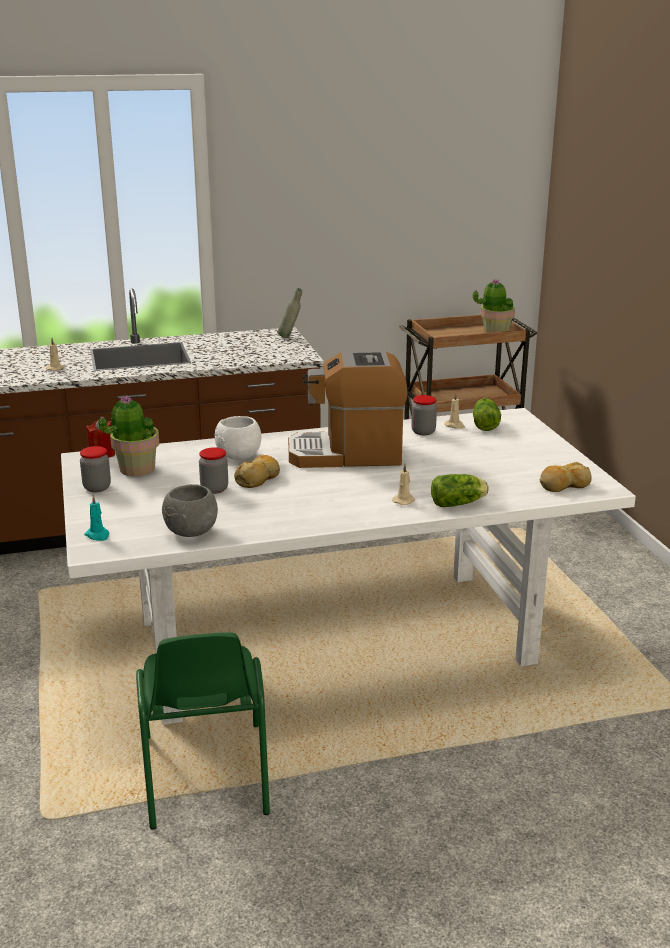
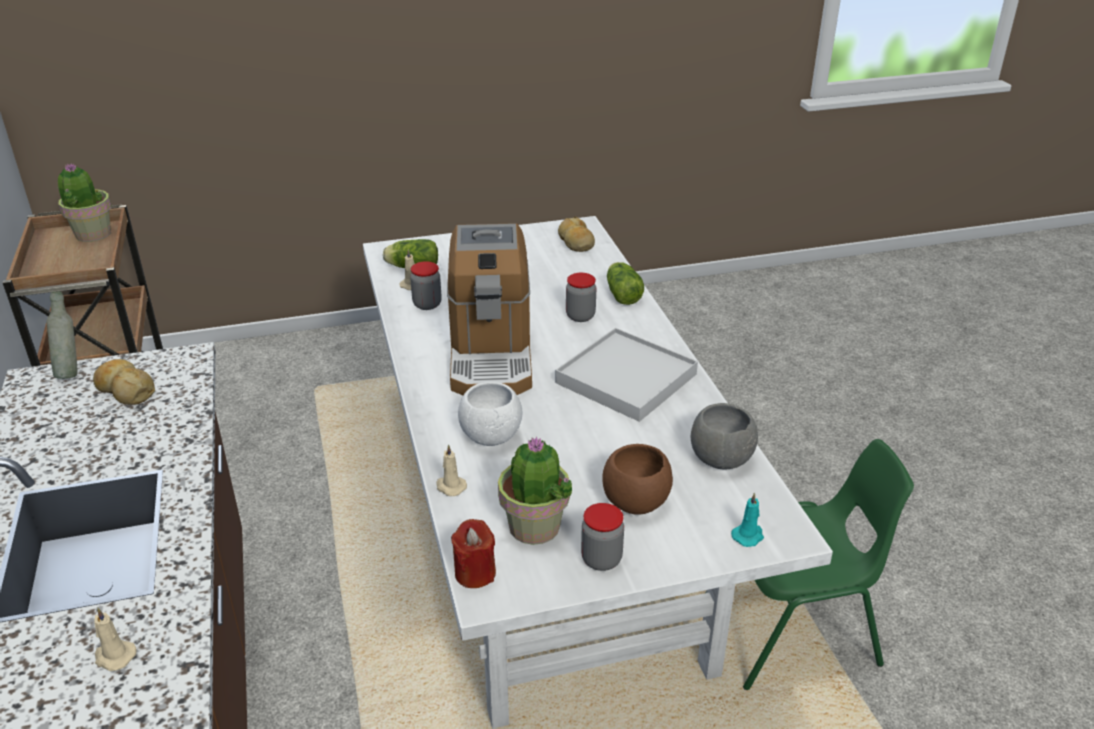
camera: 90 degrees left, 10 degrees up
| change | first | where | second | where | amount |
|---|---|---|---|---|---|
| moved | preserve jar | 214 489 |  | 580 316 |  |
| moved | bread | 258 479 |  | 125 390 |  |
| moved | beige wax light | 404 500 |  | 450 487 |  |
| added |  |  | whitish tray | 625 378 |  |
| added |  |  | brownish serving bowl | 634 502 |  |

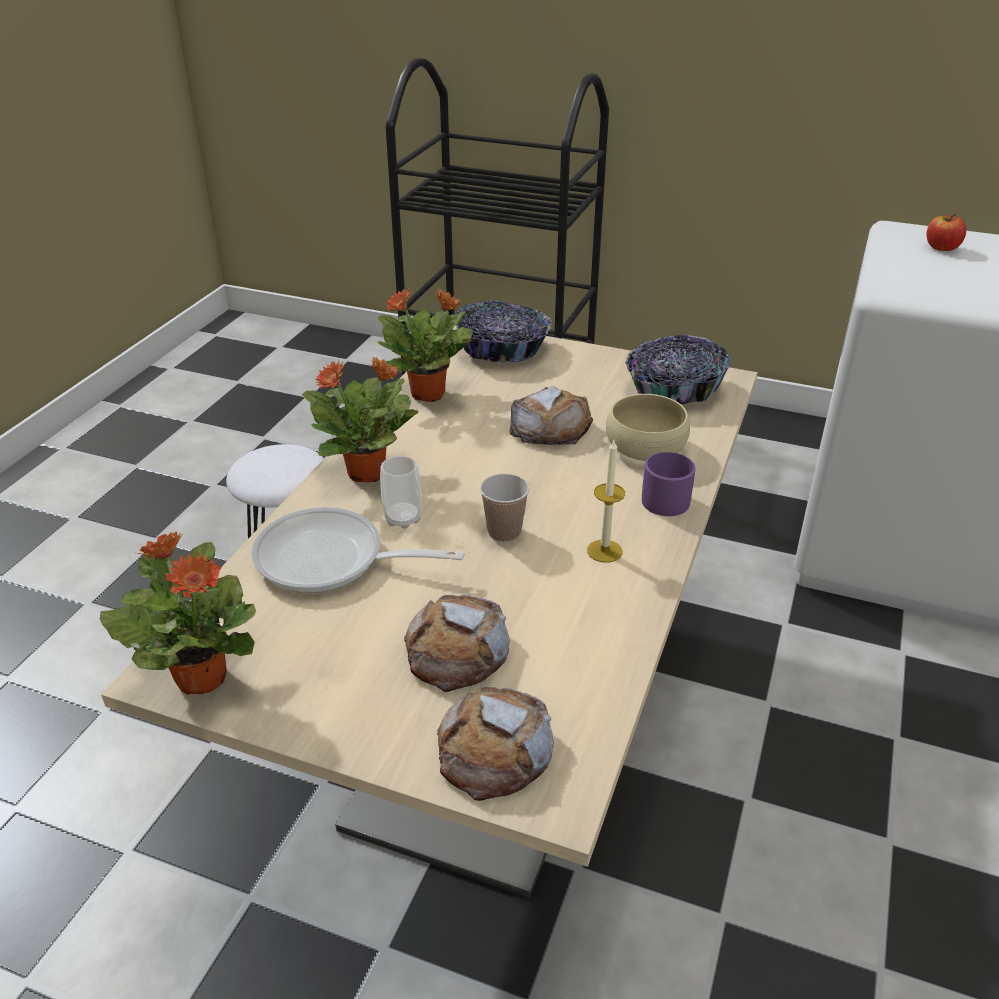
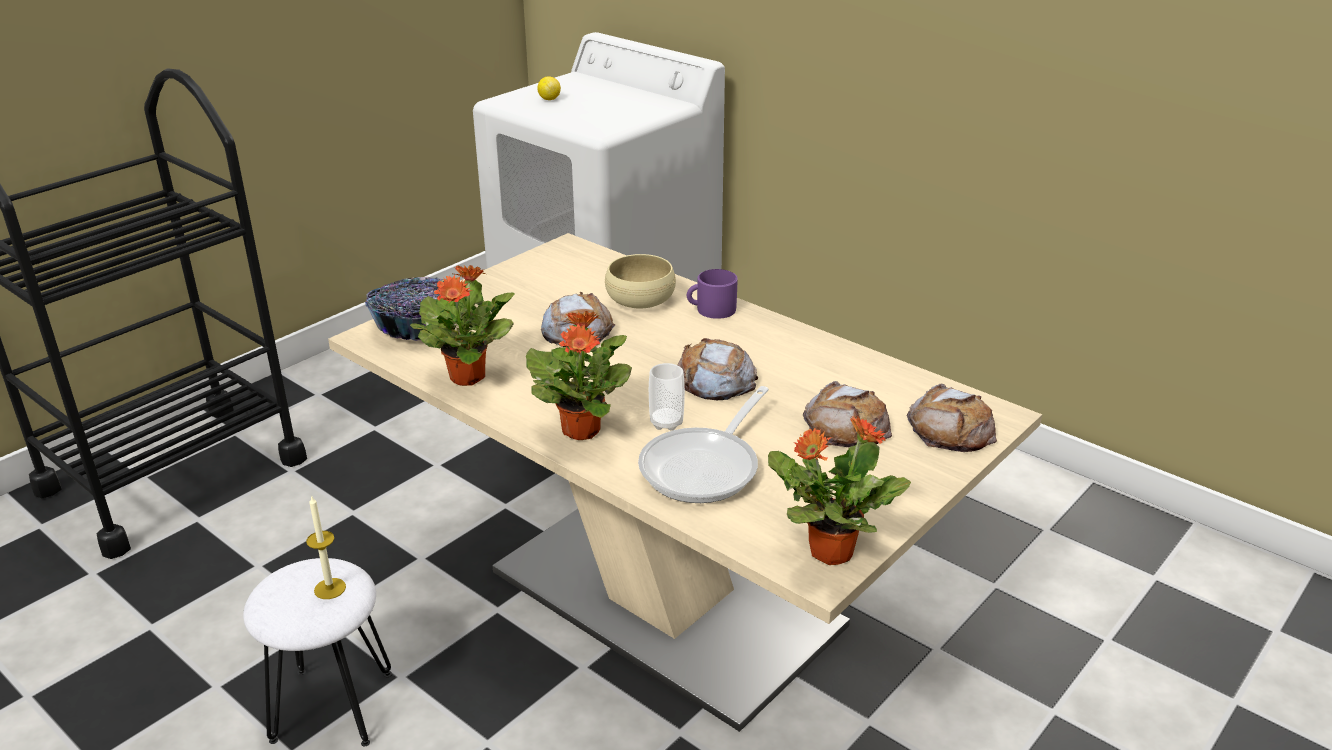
camera: 70 degrees left, 5 degrees down
| change | first | where | second | where | amount |
|---|---|---|---|---|---|
| replaced | apple fruit | 941 248 | citrus fruit | 549 99 |  |
| removed | serving bowl | 674 389 |  |  |  |
| moved | wax light | 604 551 |  | 330 588 |  |
| replaced | drinking cup | 504 532 | bread | 714 380 |  |

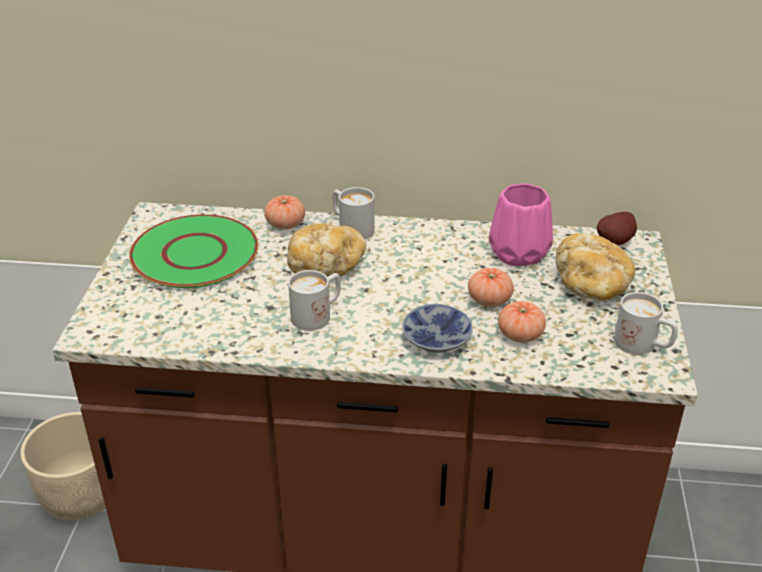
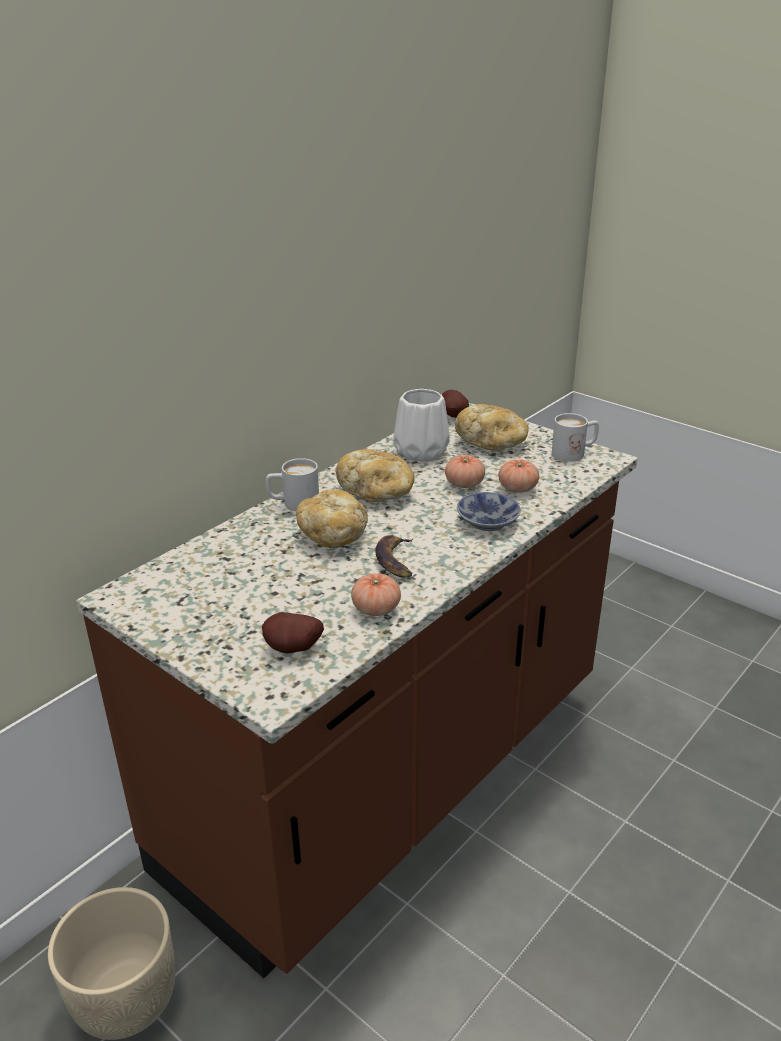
camera: 55 degrees left, 5 degrees down
| change | first | where | second | where | amount |
|---|---|---|---|---|---|
| recoloured | pink-coloured decorative vase | 519 253 | whitish decorative vase | 423 452 |  |
| moved | tomato | 285 224 |  | 376 608 |  |
| removed | green dinner plate | 196 253 |  |  |  |
| replaced | whitish mug | 318 315 | banana fruit | 396 560 |  |
| added |  |  | bread | 376 492 |  |
| added |  |  | potato | 293 650 |  |

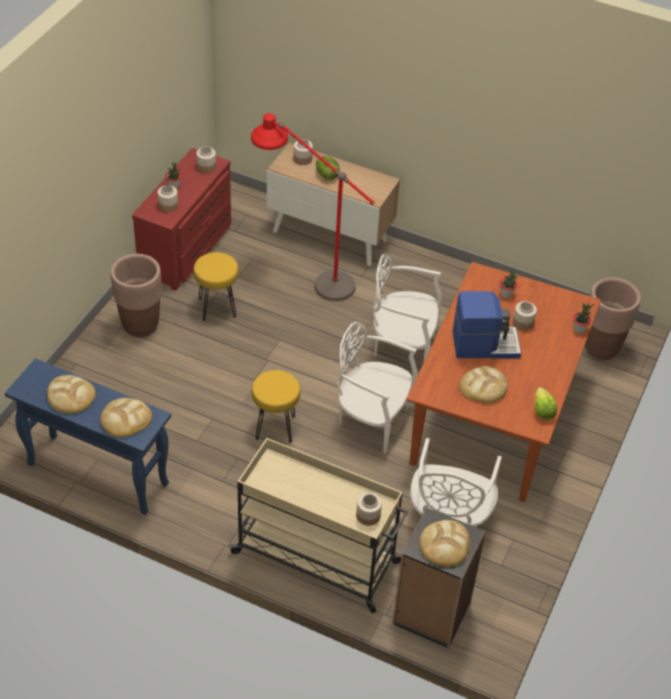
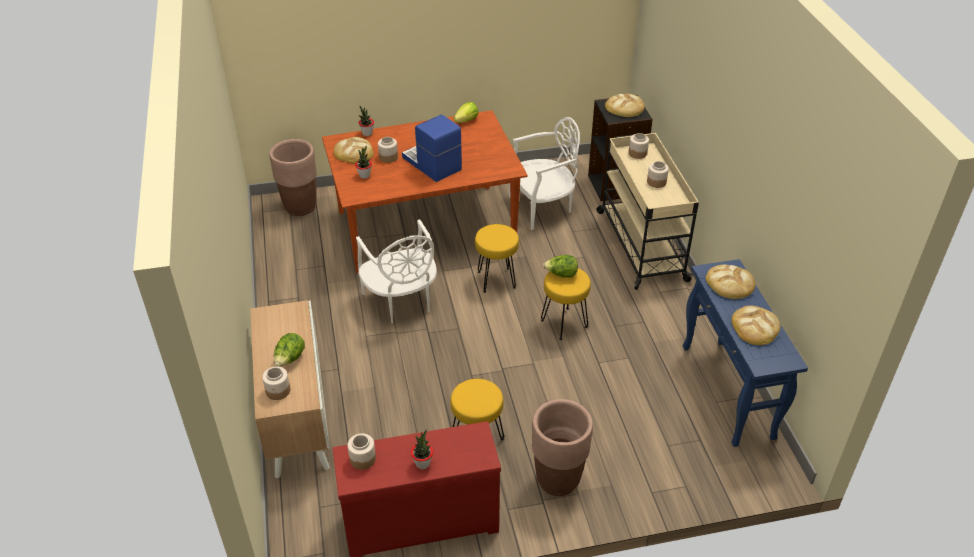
camera: 125 degrees left, 5 degrees down
| change | first | where | second | where | amount |
|---|---|---|---|---|---|
| removed | red-coloured standing lamp | 308 277 |  |  |  |
| moved | preserve jar | 168 205 |  | 656 182 |  |
| replaced | whitish upright chair | 372 418 | yellowish sitting stool | 496 280 |  |
| moved | bread | 483 387 |  | 354 153 |  |
| added |  |  | lettuce | 561 275 |  |

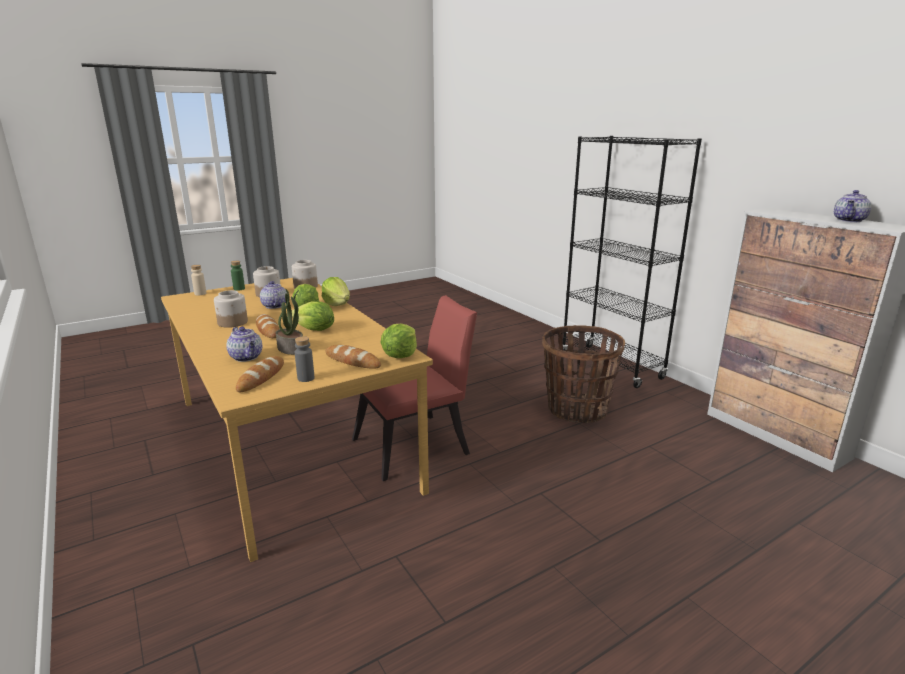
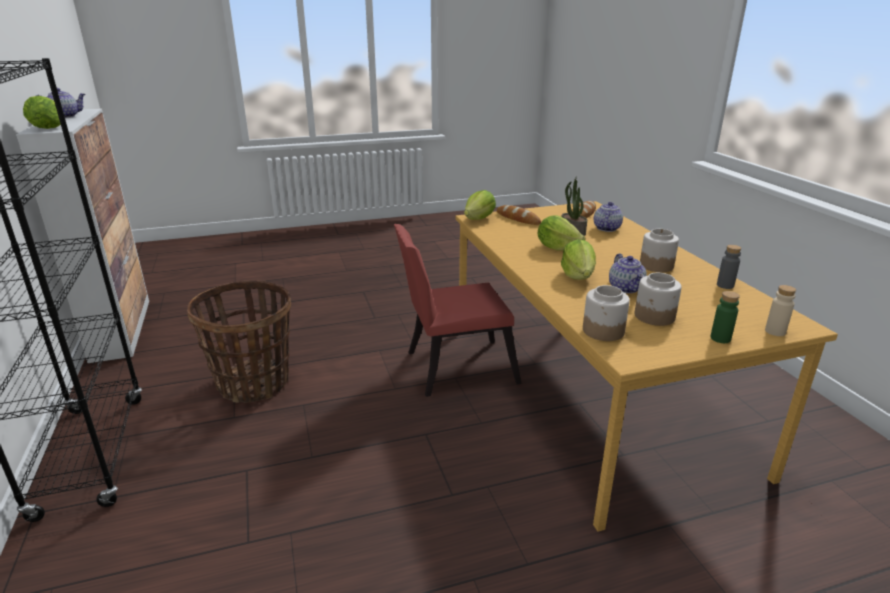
camera: 165 degrees left, 5 degrees up
| change | first | where | second | where | amount |
|---|---|---|---|---|---|
| moved | lettuce | 337 304 |  | 47 128 |  |
| removed | bread | 268 329 |  |  |  |
| turned | tea pot | 247 357 |  | 606 228 | 45 degrees clockwise |
| moved | greyish bottle | 306 378 |  | 725 285 |  |

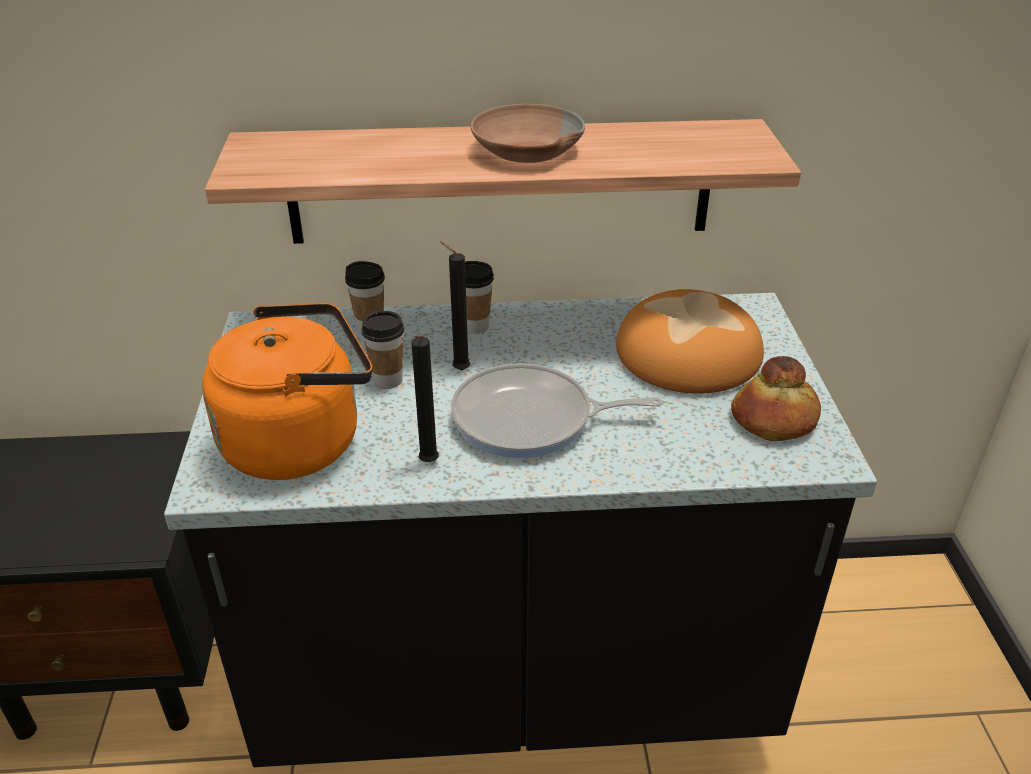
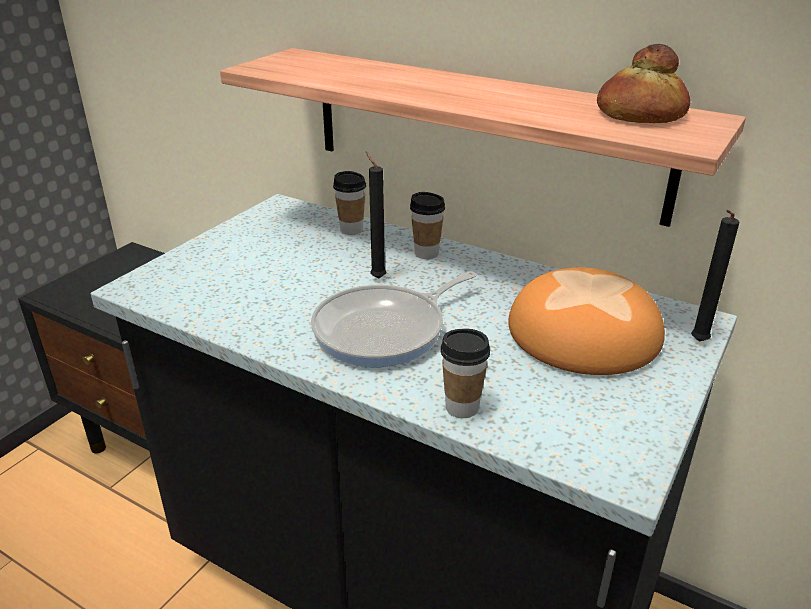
camera: 35 degrees right, 5 degrees down
| change | first | where | second | where | amount |
|---|---|---|---|---|---|
| removed | brownish serving bowl | 525 150 |  |  |  |
| removed | orange-coloured water kettle | 300 440 |  |  |  |
| moved | drinking cup | 388 380 |  | 462 407 |  |
| moved | blackish wax light | 427 464 |  | 697 342 |  |
| moved | bread | 775 420 |  | 639 114 |  |
| turned | pan | 530 420 |  | 385 330 | 75 degrees counterclockwise |

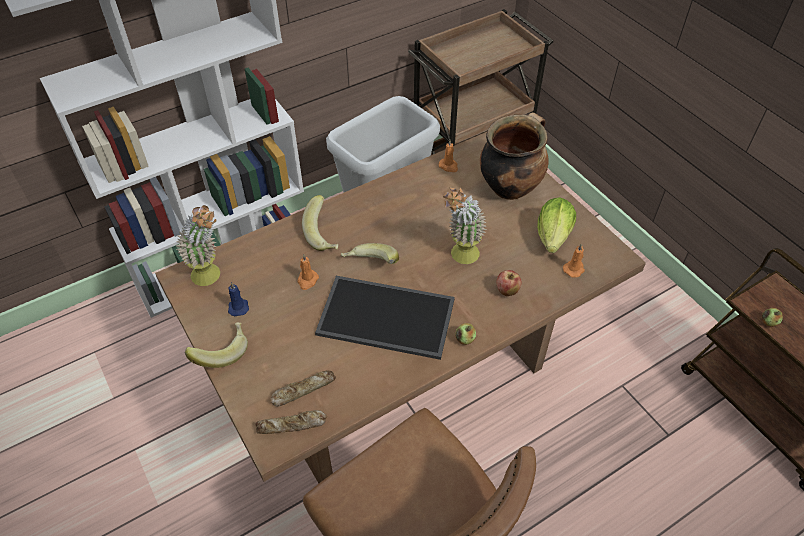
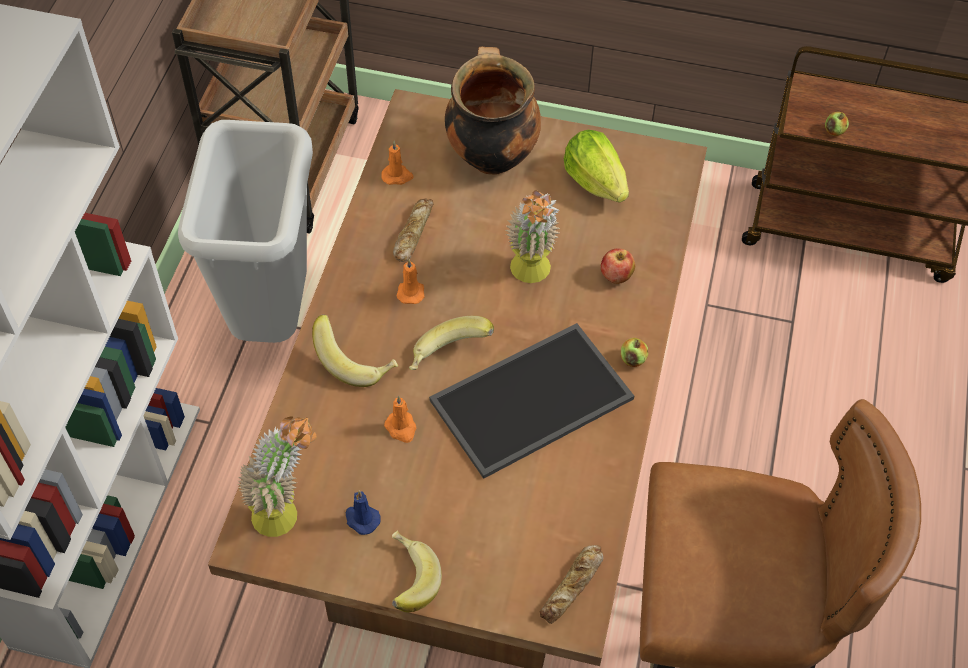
camera: 45 degrees left, 5 degrees up
| change | first | where | second | where | amount |
|---|---|---|---|---|---|
| moved | orange-coloured wax light | 574 269 |  | 411 291 |  |
| moved | bread | 303 390 |  | 412 233 |  |

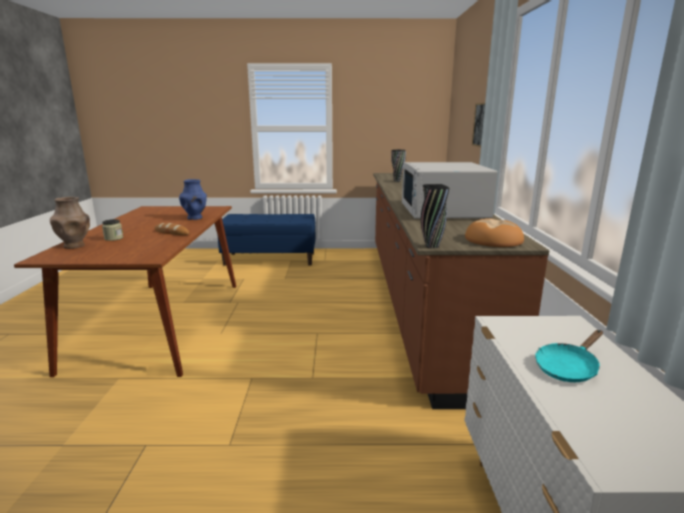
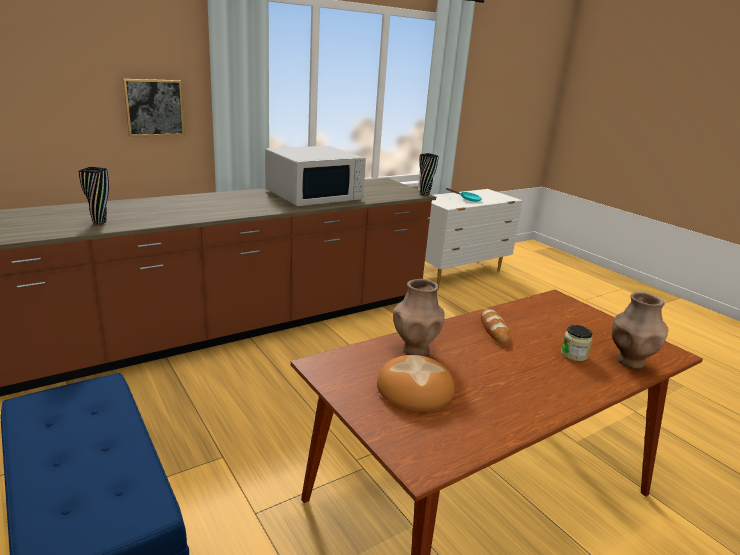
camera: 125 degrees left, 5 degrees up
| change | first | where | second | where | amount |
|---|---|---|---|---|---|
| recoloured | blue-coloured decorative vase | 195 218 | brownish decorative vase | 415 349 |  |
| moved | bread | 493 240 |  | 416 389 |  |

